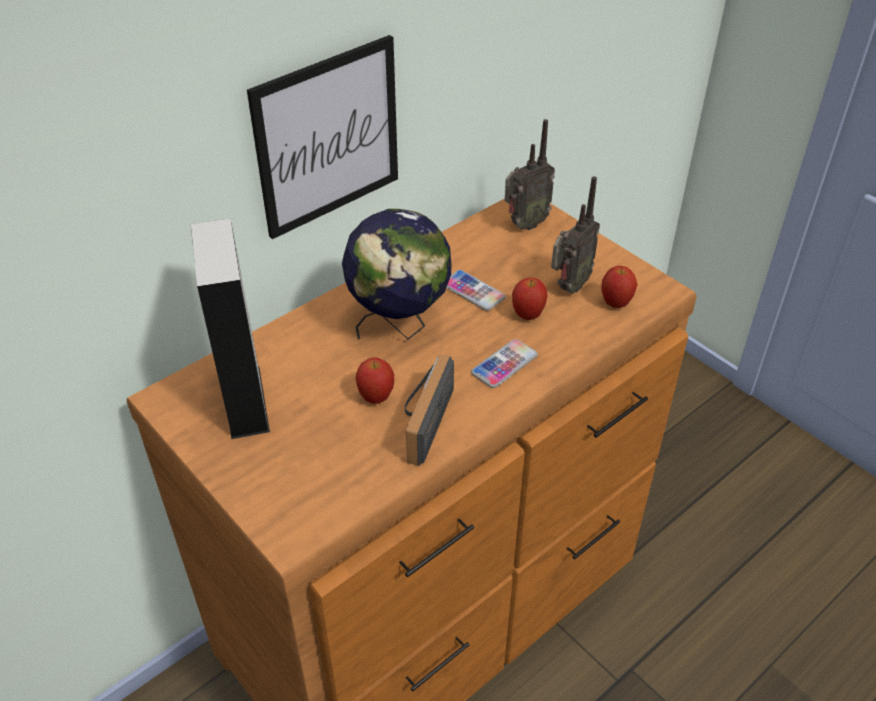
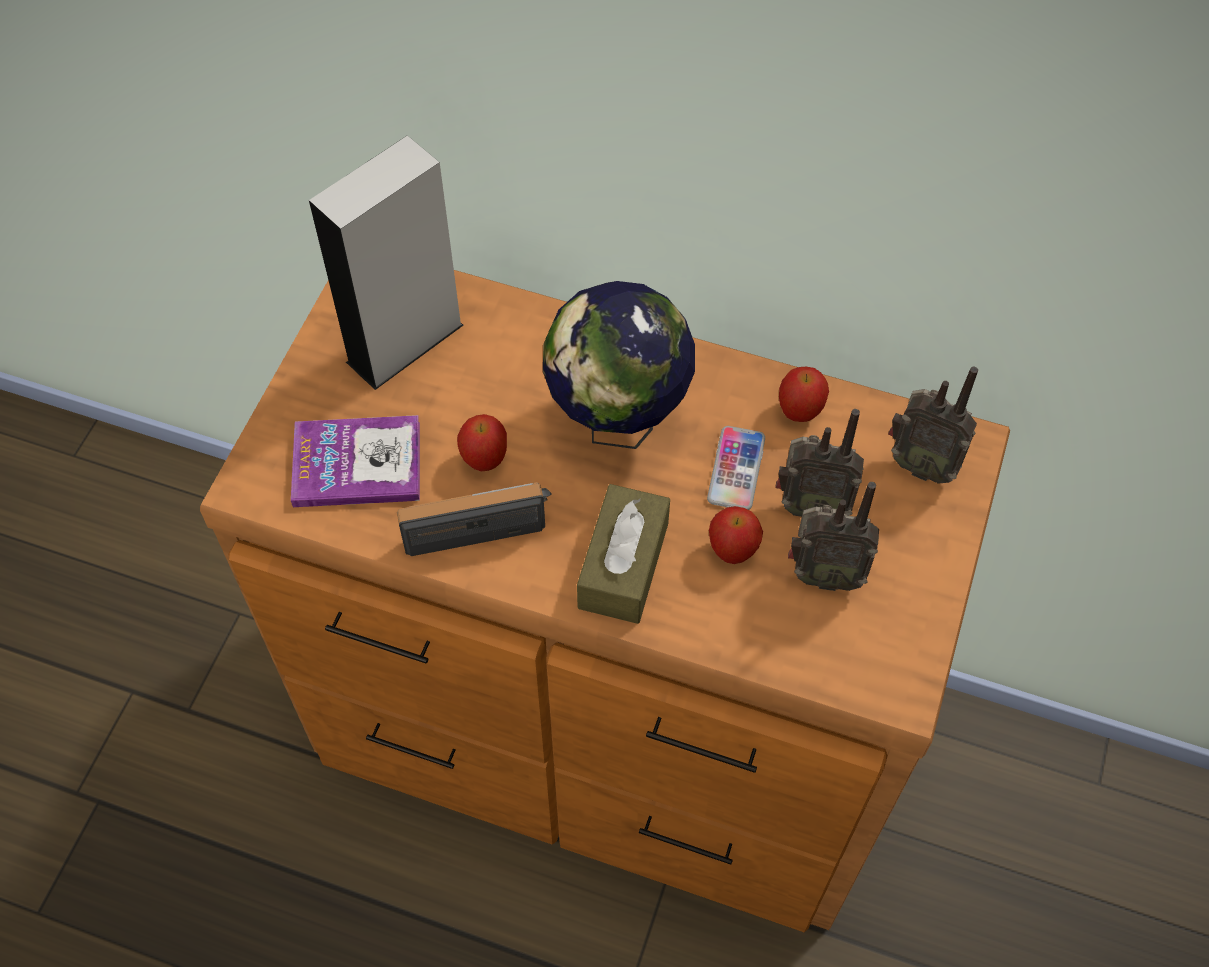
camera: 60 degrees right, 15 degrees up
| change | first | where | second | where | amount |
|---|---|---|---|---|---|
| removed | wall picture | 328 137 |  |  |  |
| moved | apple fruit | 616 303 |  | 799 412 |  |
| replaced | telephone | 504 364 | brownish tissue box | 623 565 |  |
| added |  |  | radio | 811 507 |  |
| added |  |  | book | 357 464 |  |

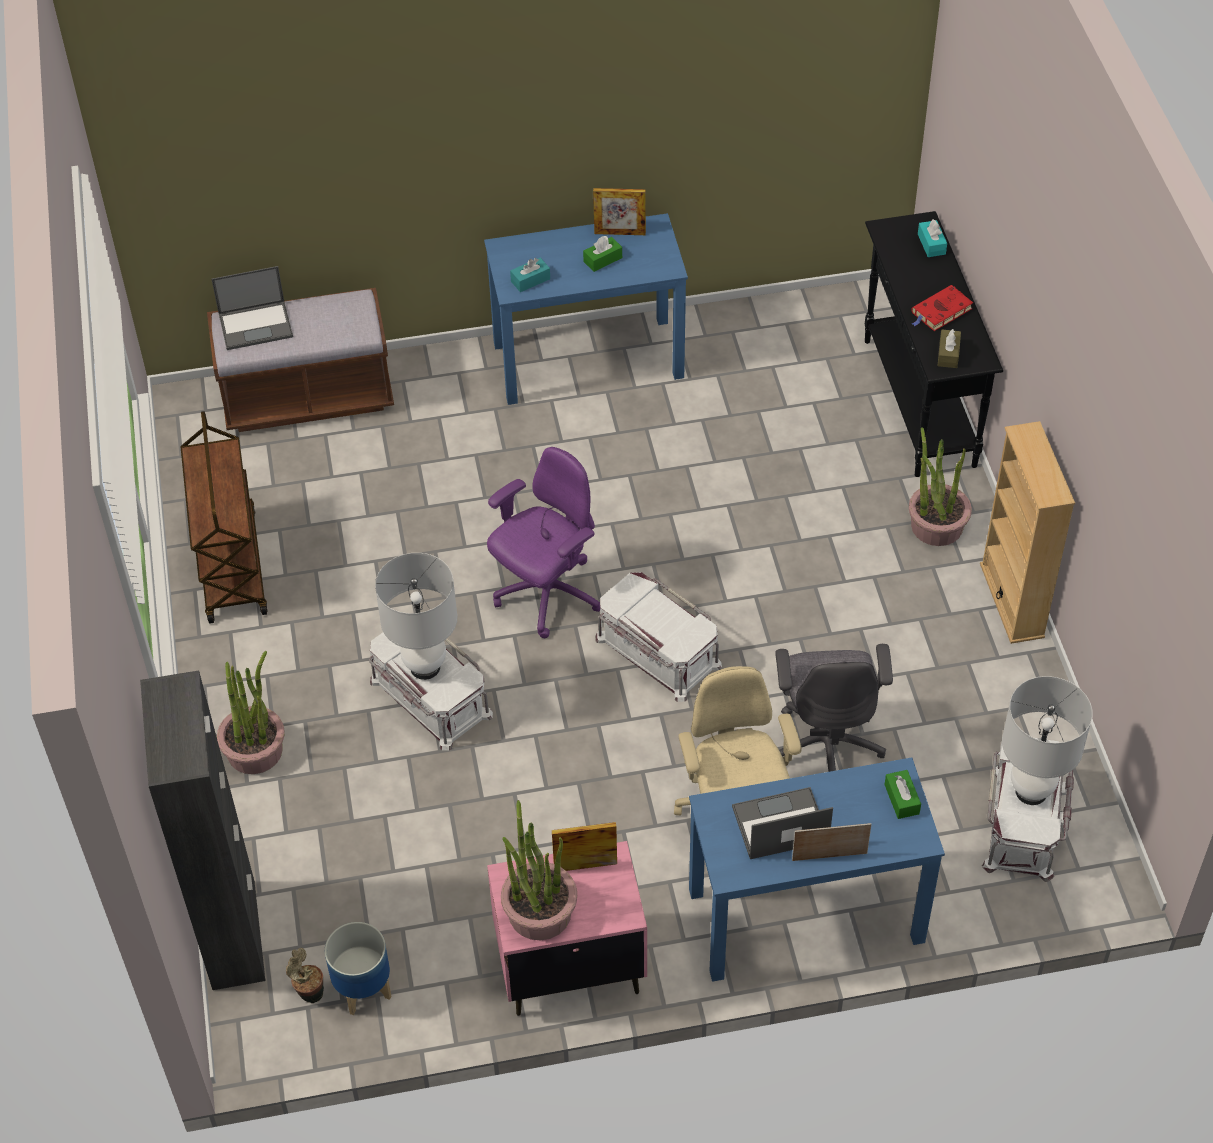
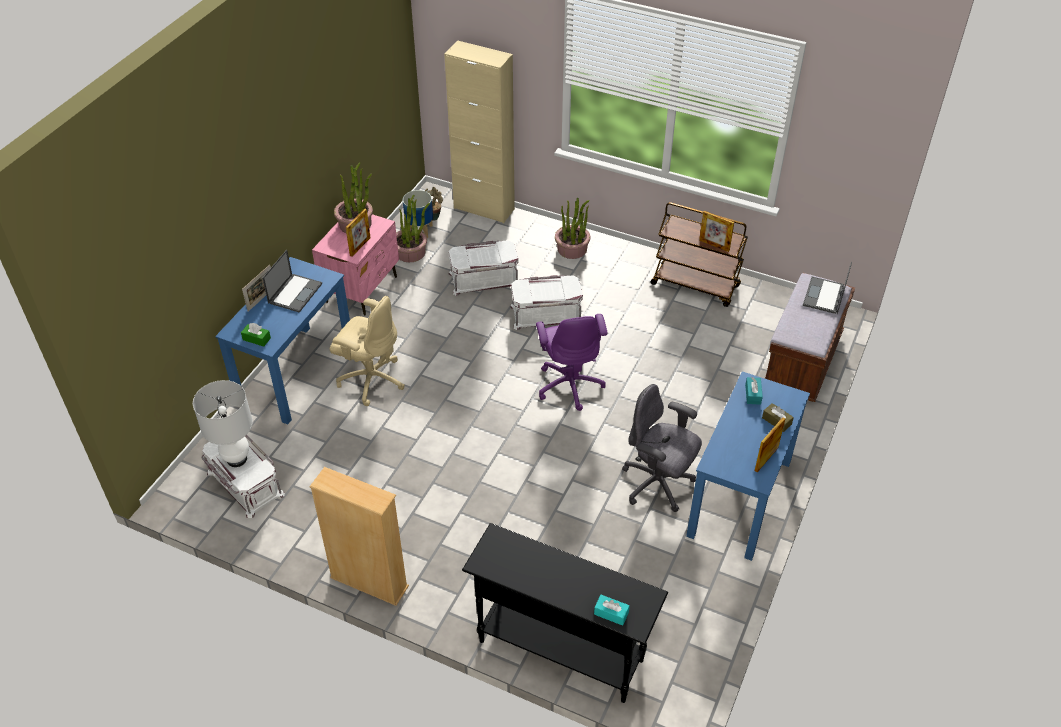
camera: 125 degrees right, 5 degrees down
| change | first | where | second | where | amount |
|---|---|---|---|---|---|
| removed | green tissue box | 602 260 |  |  |  |
| removed | red-coloured book | 940 312 |  |  |  |
| moved | brownish tissue box | 948 354 |  | 776 421 |  |
| moved | plant in a pot | 936 525 |  | 411 252 |  |
| removed | whitish table lamp | 425 667 |  |  |  |
| moved | whitish storage box | 656 652 |  | 484 278 |  |
| moved | greyish computer chair | 826 745 |  | 658 484 |  |
| recoloured | blackish storage cabinet | 234 935 | beige storage cabinet | 484 208 |  |
| added |  |  | picture frame | 714 245 |  |

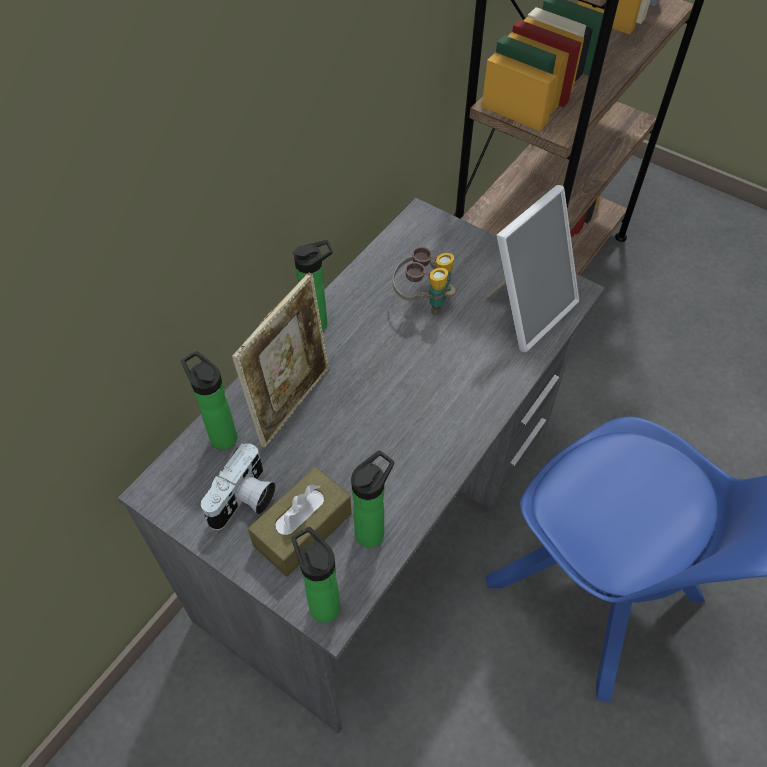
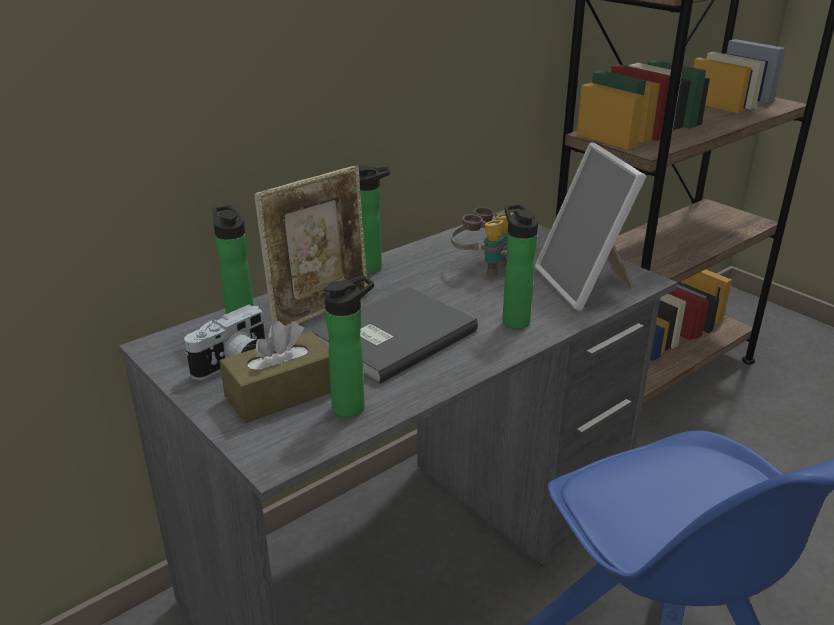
camera: 15 degrees right, 25 degrees down
| change | first | where | second | where | amount |
|---|---|---|---|---|---|
| turned | picture frame | 526 310 |  | 586 285 | 105 degrees clockwise |
| moved | bottle | 322 603 |  | 514 320 |  |
| added |  |  | greyish book | 391 337 |  |

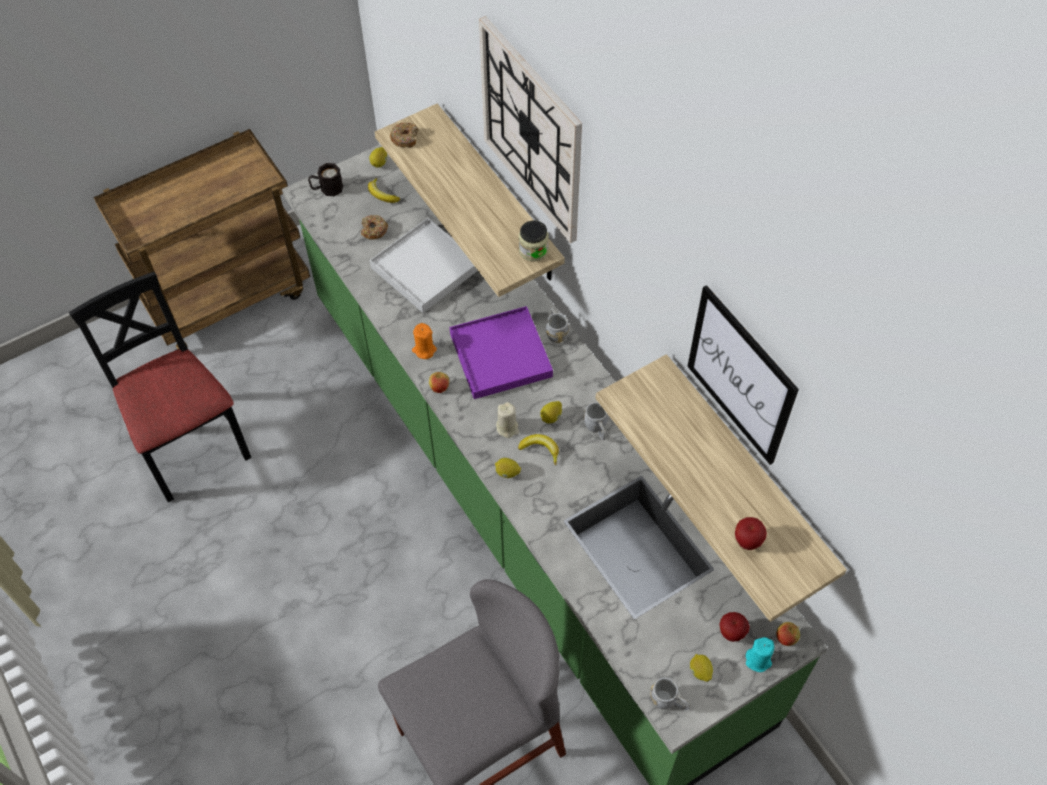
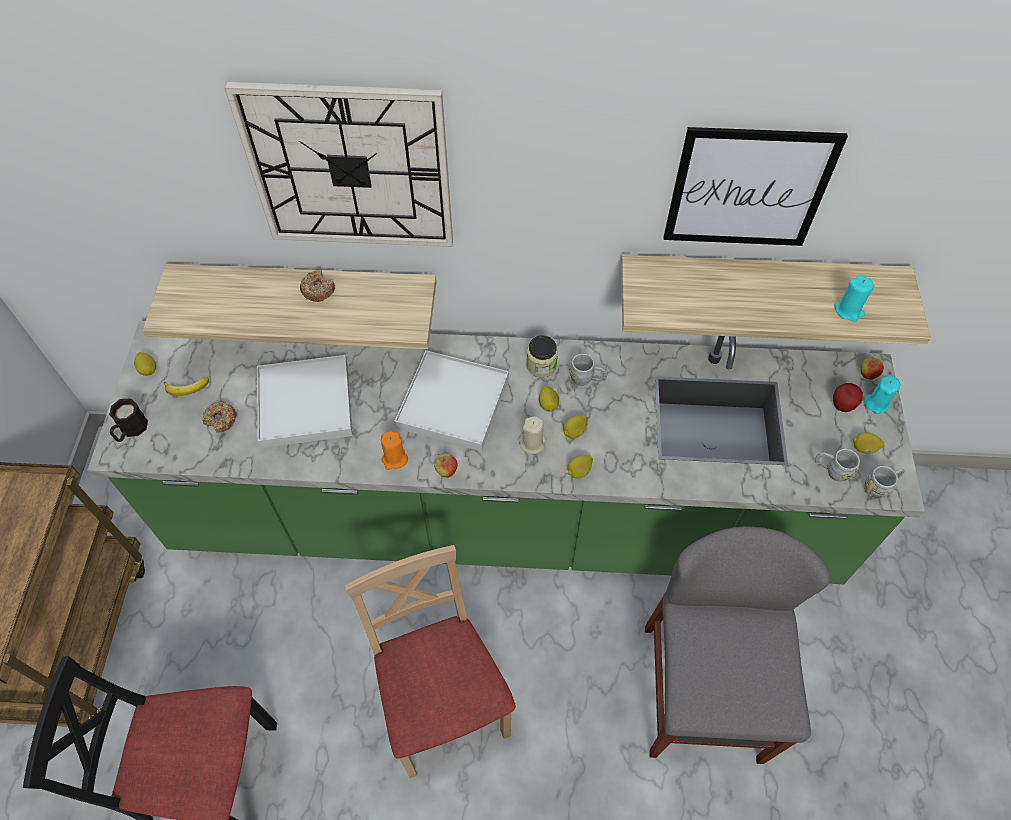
camera: 55 degrees left, 0 degrees up
| change | first | where | second | where | amount |
|---|---|---|---|---|---|
| moved | doughnut | 405 138 |  | 318 290 |  |
| moved | preserve jar | 533 250 |  | 541 365 |  |
| recoloured | purple tray | 500 355 | whitish tray | 453 403 |  |
| moved | greyish mug | 555 331 |  | 831 470 |  |
| replaced | banana fruit | 540 449 | citrus fruit | 574 432 |  |
| replaced | apple fruit | 747 541 | turquoise wax light | 848 311 |  |
| added |  |  | beige upright chair | 442 704 |  |

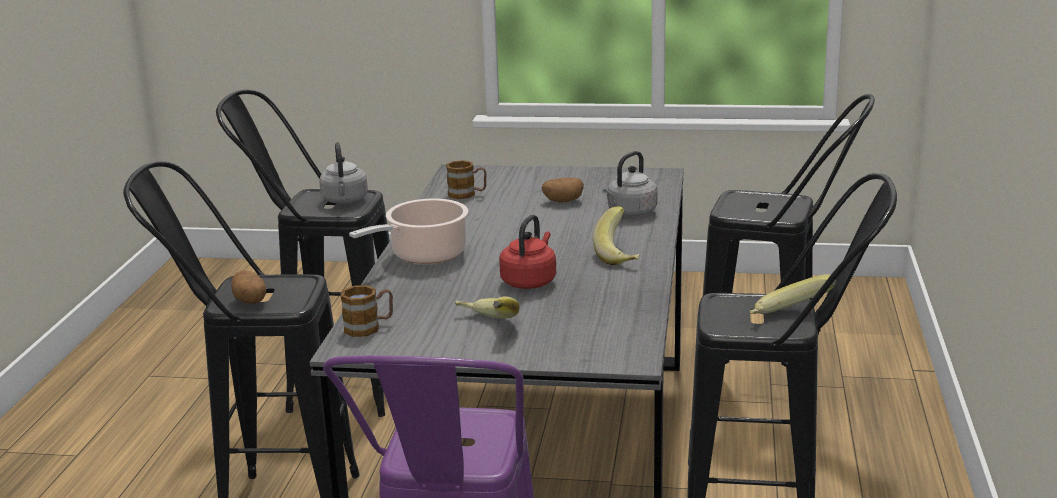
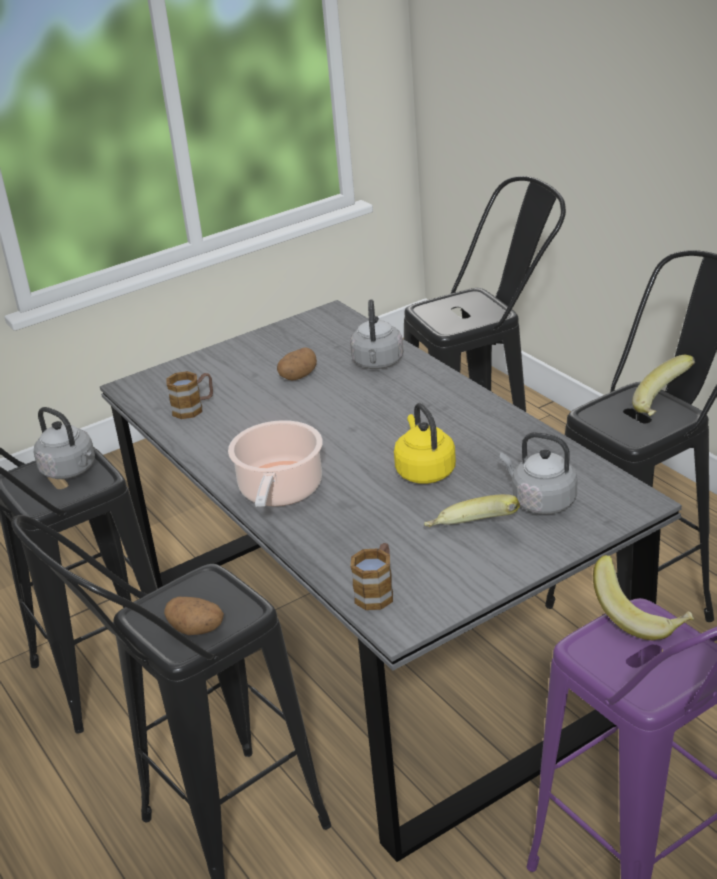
camera: 40 degrees left, 10 degrees up
| change | first | where | second | where | amount |
|---|---|---|---|---|---|
| moved | banana fruit | 621 255 |  | 641 617 |  |
| recoloured | red-coloured water kettle | 530 281 | yellowish water kettle | 424 471 |  |
| added |  |  | greyish water kettle | 540 501 |  |

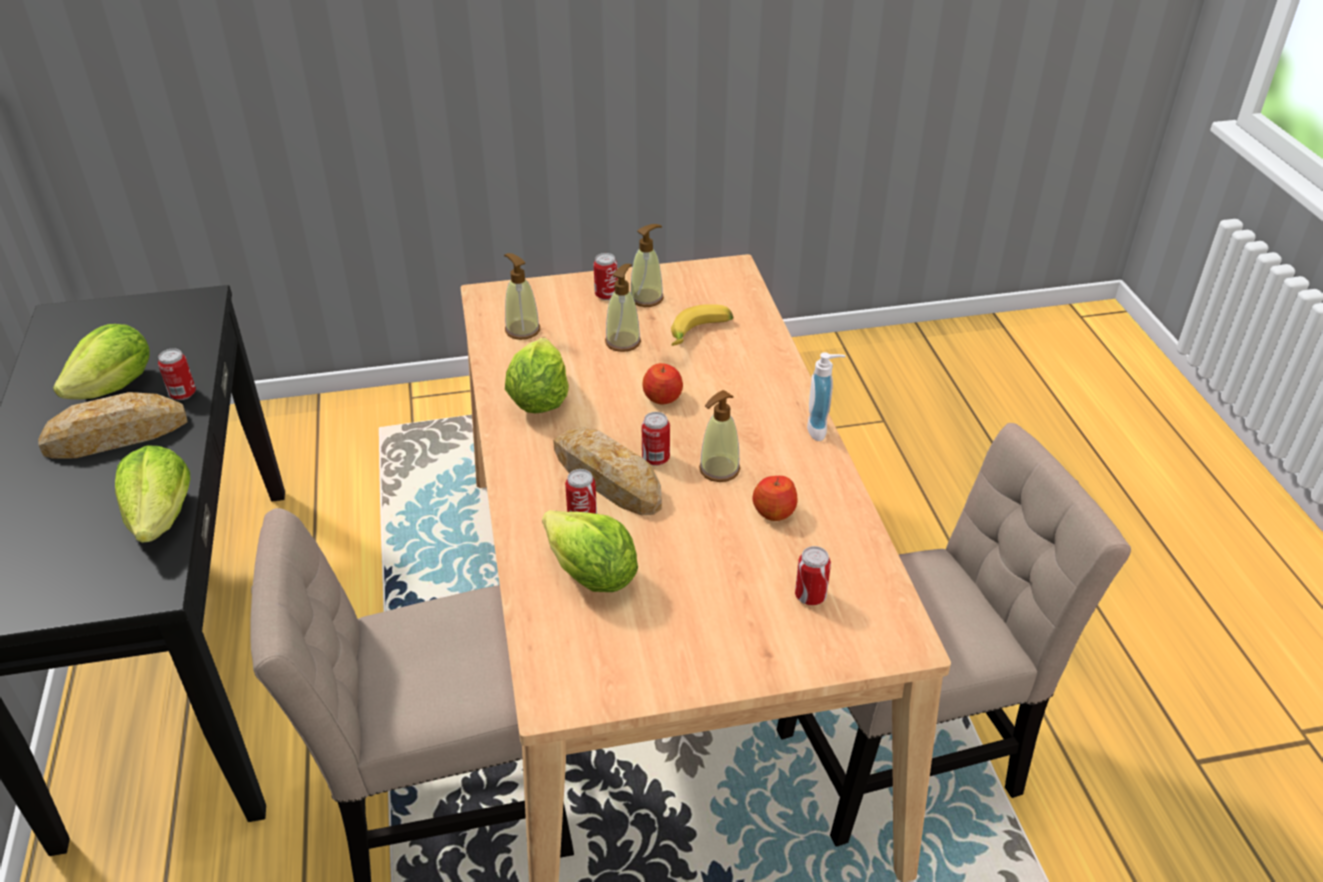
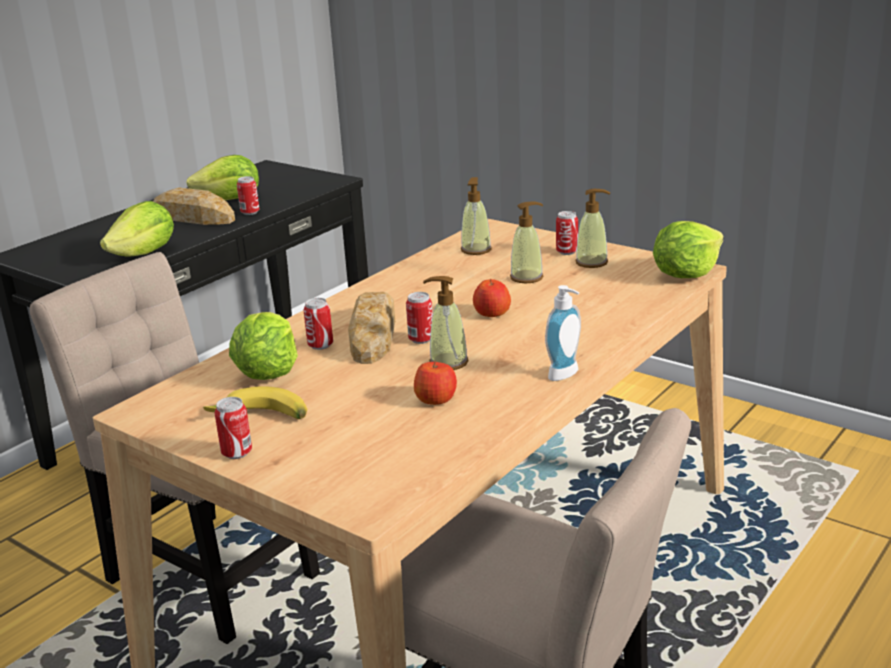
camera: 50 degrees right, 15 degrees down
| change | first | where | second | where | amount |
|---|---|---|---|---|---|
| moved | banana fruit | 700 334 |  | 261 418 |  |
| moved | lettuce | 538 399 |  | 686 274 |  |
| moved | sealed can | 810 596 |  | 237 453 |  |

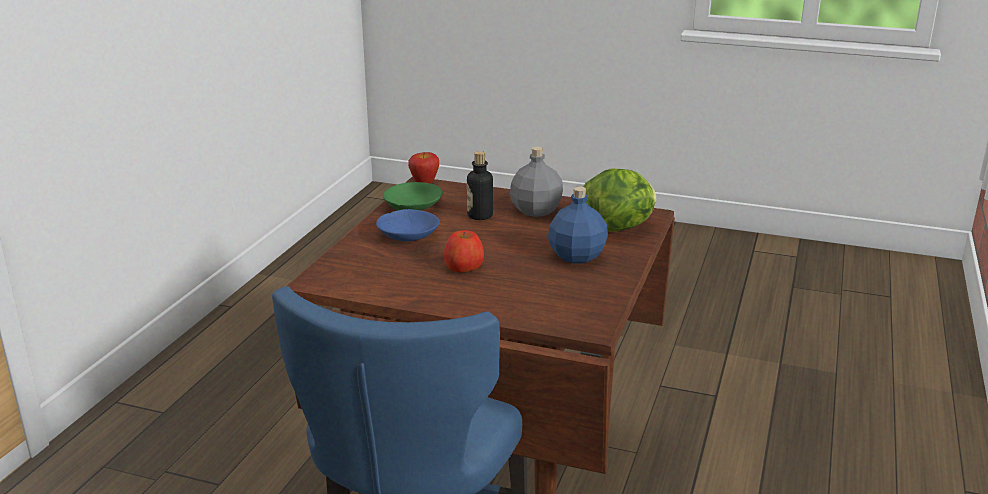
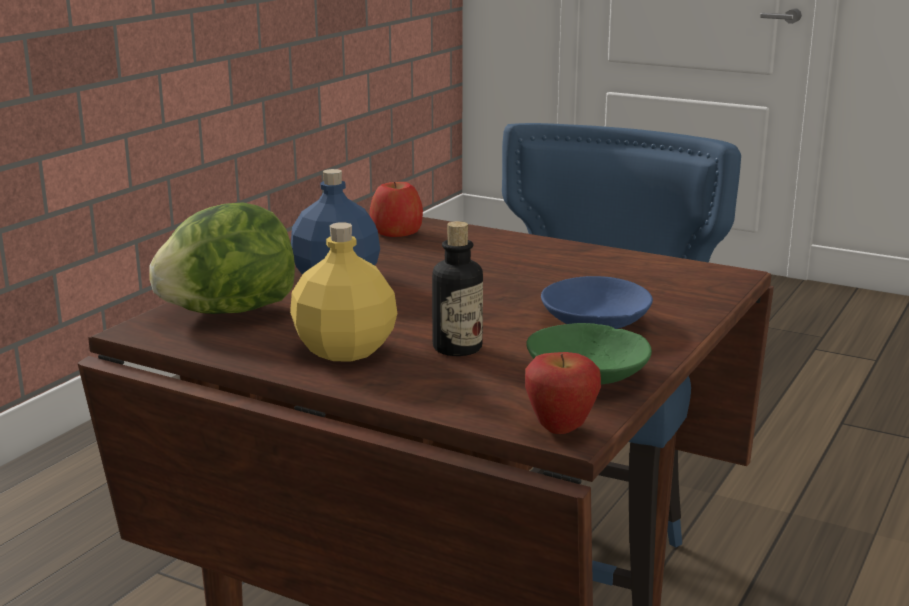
camera: 170 degrees left, 5 degrees down
| change | first | where | second | where | amount |
|---|---|---|---|---|---|
| recoloured | greyish bottle | 535 210 | yellowish bottle | 345 351 |  |
| moved | apple fruit | 463 267 |  | 397 232 |  |

